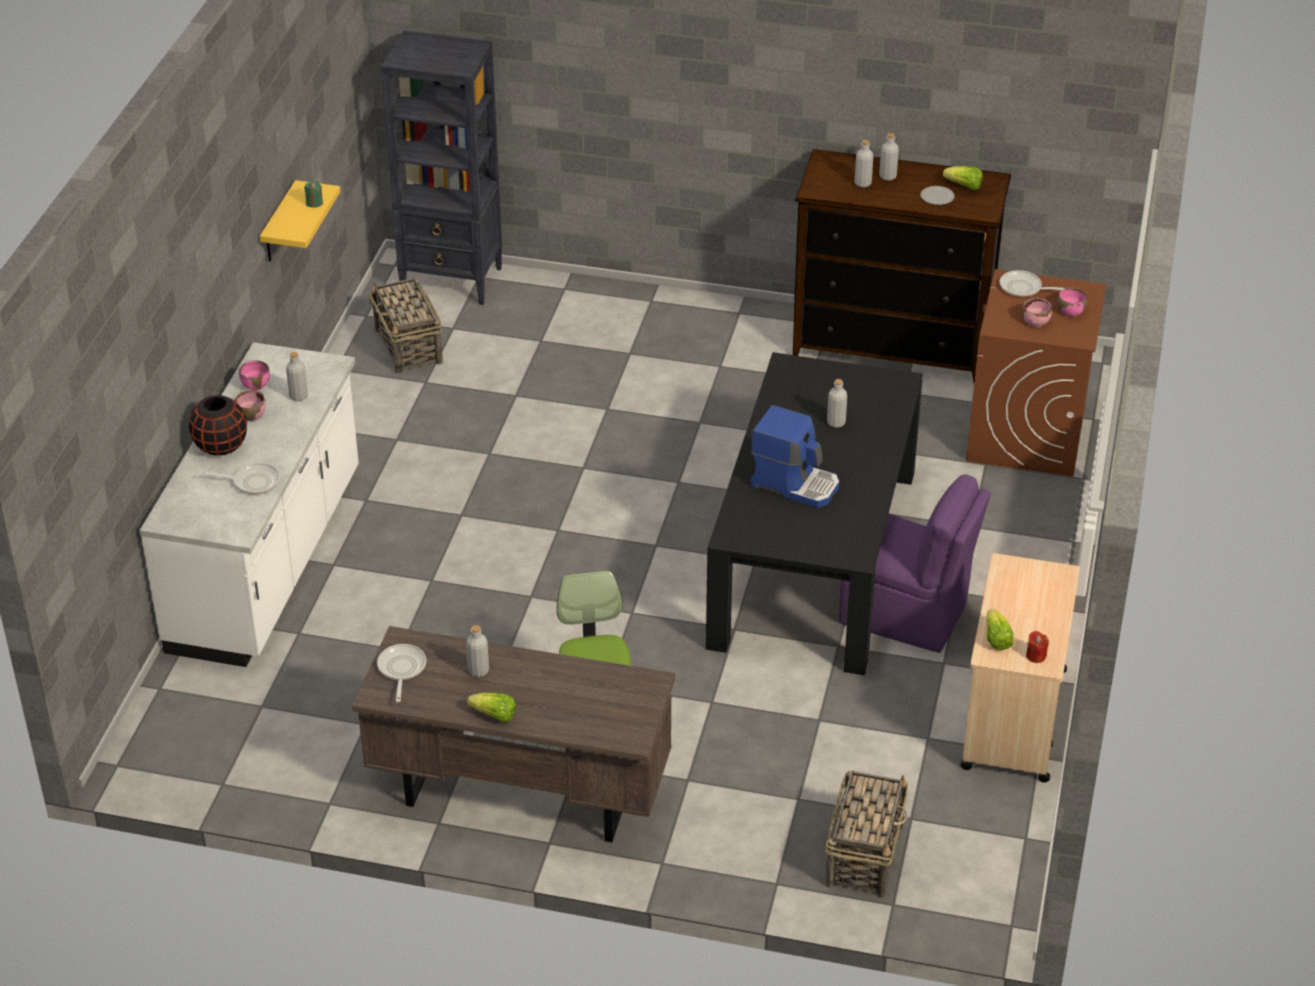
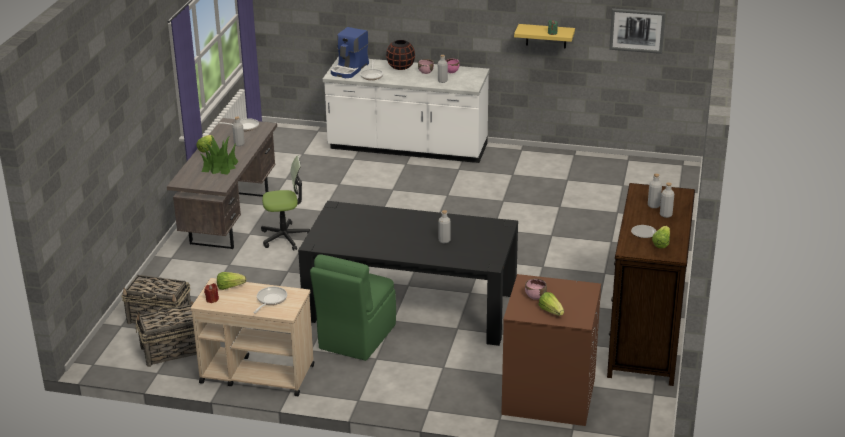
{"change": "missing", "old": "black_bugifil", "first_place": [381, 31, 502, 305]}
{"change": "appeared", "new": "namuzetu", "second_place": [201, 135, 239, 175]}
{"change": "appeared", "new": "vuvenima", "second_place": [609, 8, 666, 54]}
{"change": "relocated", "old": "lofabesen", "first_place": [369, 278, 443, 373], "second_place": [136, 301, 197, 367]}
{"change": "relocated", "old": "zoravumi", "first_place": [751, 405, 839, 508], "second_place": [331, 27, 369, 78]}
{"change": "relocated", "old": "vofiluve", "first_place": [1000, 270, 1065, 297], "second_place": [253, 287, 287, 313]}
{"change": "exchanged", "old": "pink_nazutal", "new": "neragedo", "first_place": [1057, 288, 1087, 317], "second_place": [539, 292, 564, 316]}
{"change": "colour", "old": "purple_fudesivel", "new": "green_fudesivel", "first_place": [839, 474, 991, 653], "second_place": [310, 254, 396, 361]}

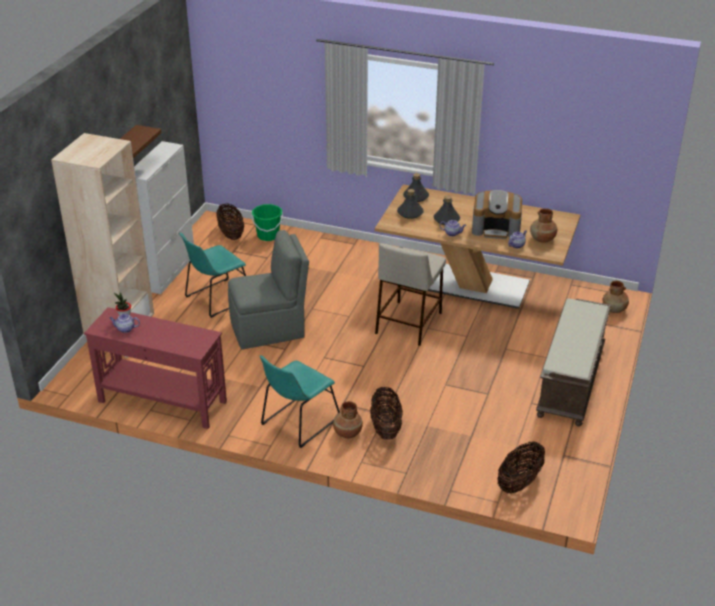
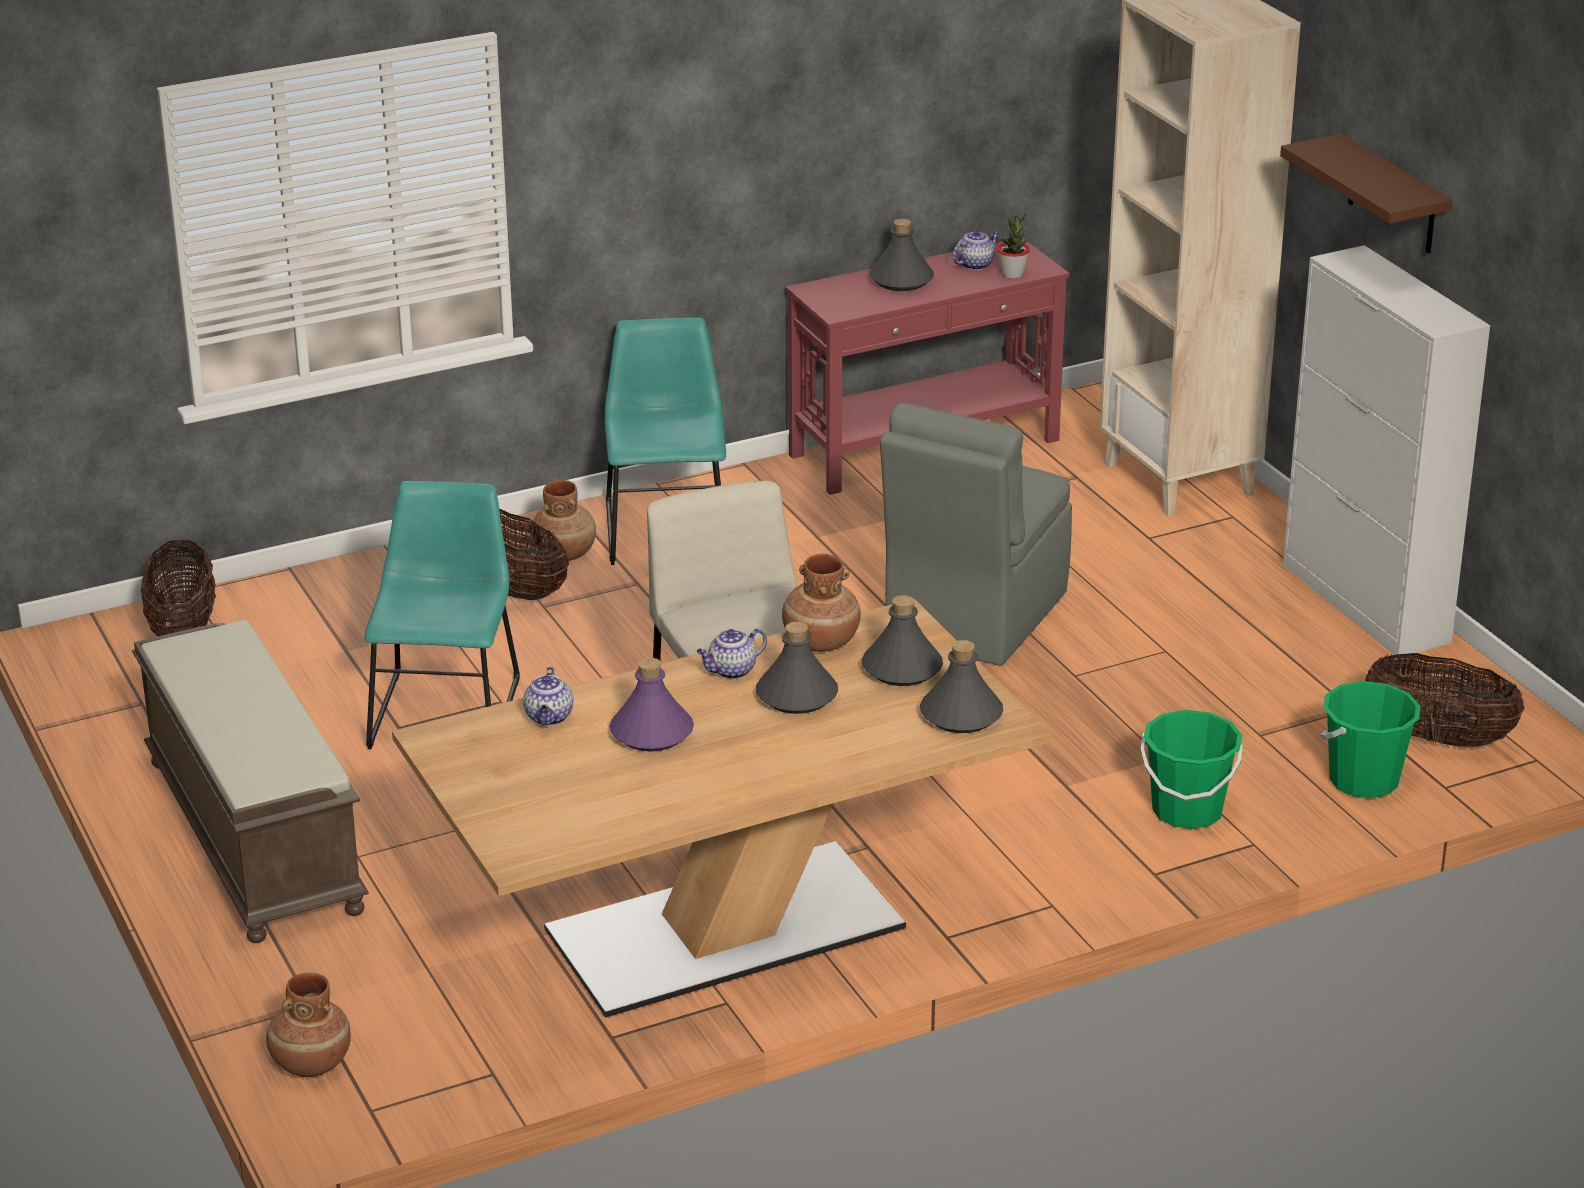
{"change": "appeared", "new": "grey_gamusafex", "second_place": [869, 219, 934, 291]}
{"change": "appeared", "new": "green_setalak", "second_place": [1141, 710, 1243, 829]}
{"change": "relocated", "old": "turquoise_fudesivel", "first_place": [179, 233, 246, 318], "second_place": [364, 481, 520, 749]}
{"change": "relocated", "old": "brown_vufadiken", "first_place": [530, 208, 557, 243], "second_place": [782, 553, 861, 652]}
{"change": "exchanged", "old": "zoravumi", "new": "purple_gamusafex", "first_place": [472, 190, 522, 239], "second_place": [610, 658, 694, 752]}

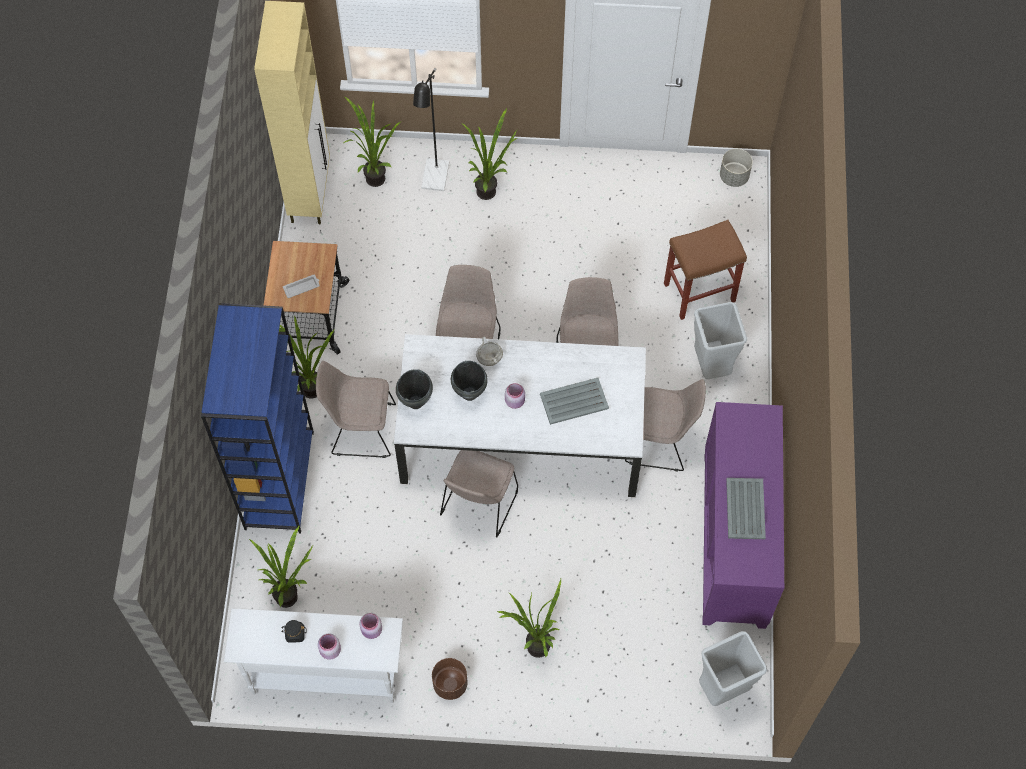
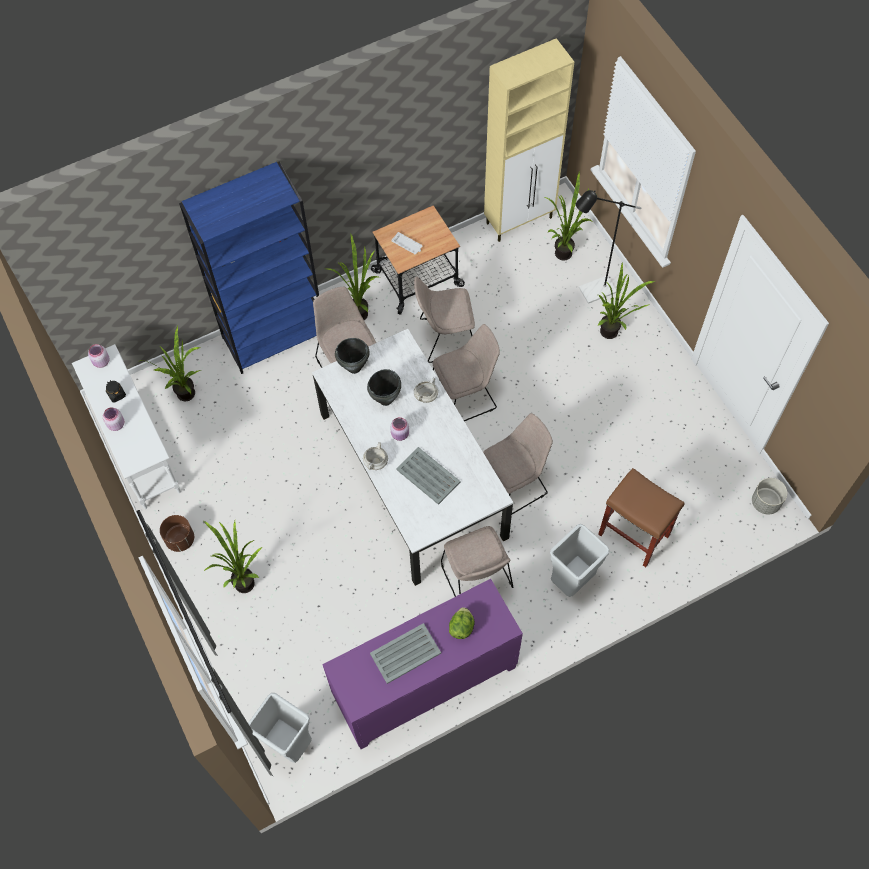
{"change": "appeared", "new": "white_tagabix", "second_place": [363, 442, 388, 470]}
{"change": "appeared", "new": "neragedo", "second_place": [449, 607, 475, 639]}
{"change": "relocated", "old": "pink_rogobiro", "first_place": [360, 613, 382, 639], "second_place": [88, 344, 110, 368]}
{"change": "relocated", "old": "beige_fudesivel", "first_place": [440, 450, 518, 537], "second_place": [414, 276, 475, 363]}

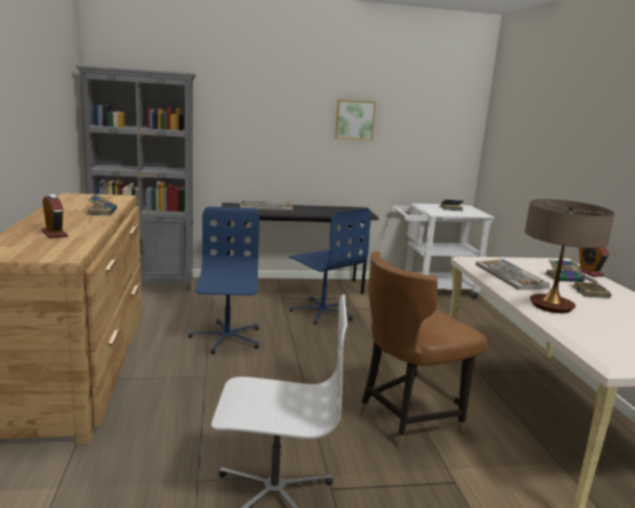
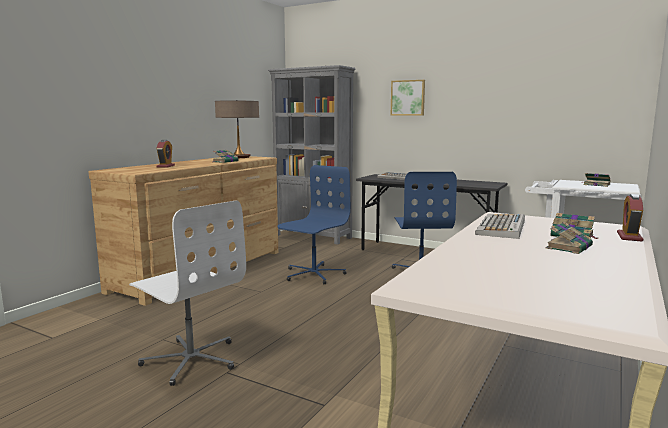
{"change": "missing", "old": "brown_fudesivel", "first_place": [359, 252, 487, 449]}
{"change": "relocated", "old": "vuvenima", "first_place": [335, 99, 376, 140], "second_place": [391, 80, 425, 115]}
{"change": "relocated", "old": "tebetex", "first_place": [525, 199, 615, 313], "second_place": [215, 100, 259, 158]}

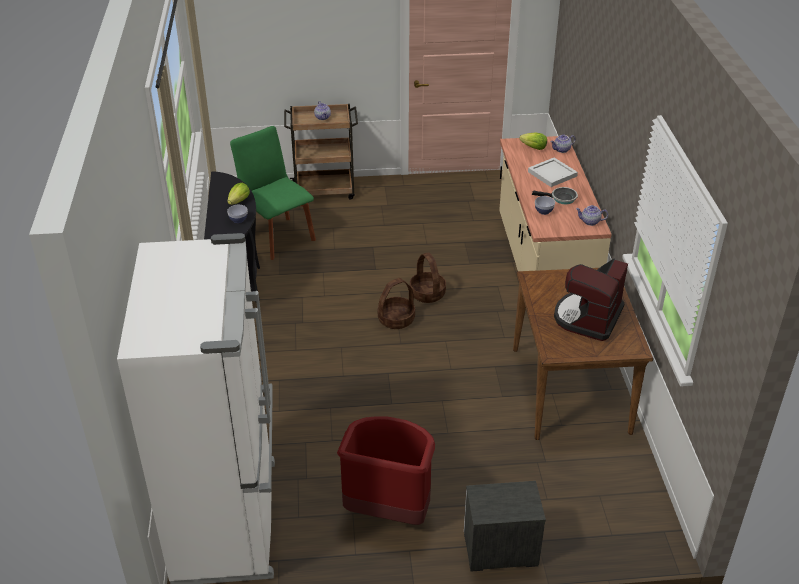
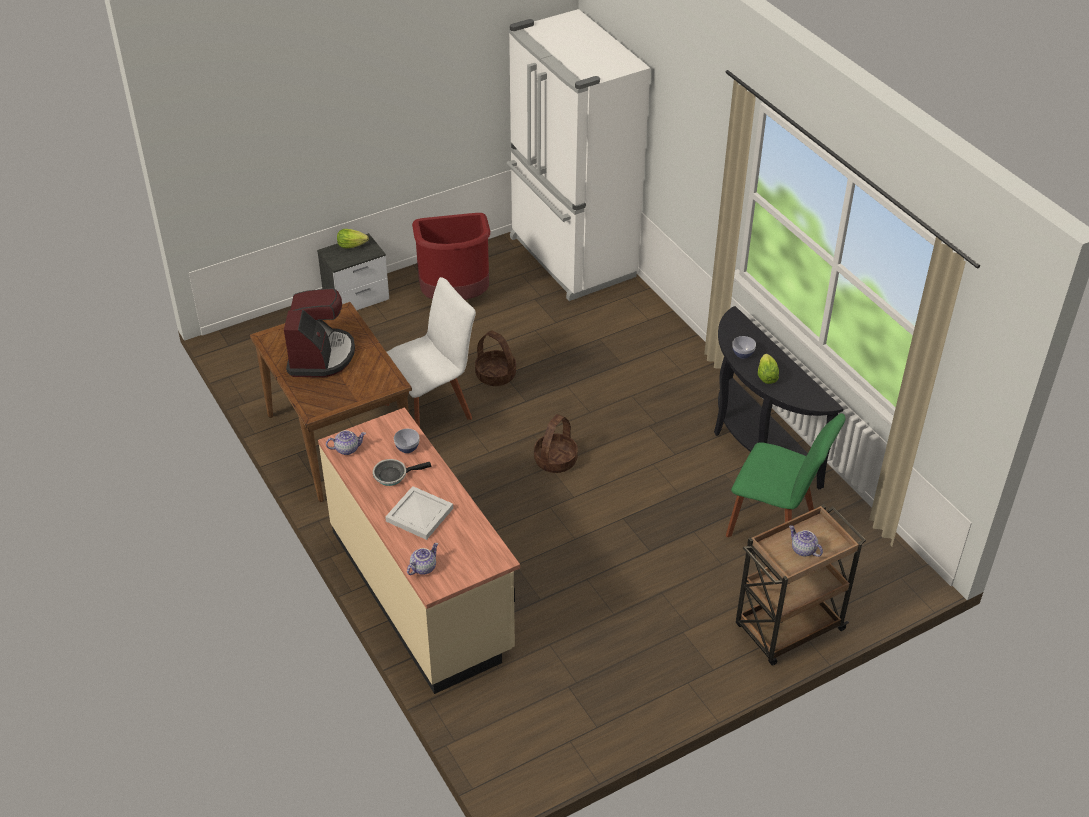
{"change": "appeared", "new": "white_fudesivel", "second_place": [386, 277, 476, 427]}
{"change": "relocated", "old": "lofabesen", "first_place": [410, 252, 446, 303], "second_place": [475, 330, 516, 386]}
{"change": "relocated", "old": "neragedo", "first_place": [519, 132, 547, 150], "second_place": [337, 229, 369, 248]}

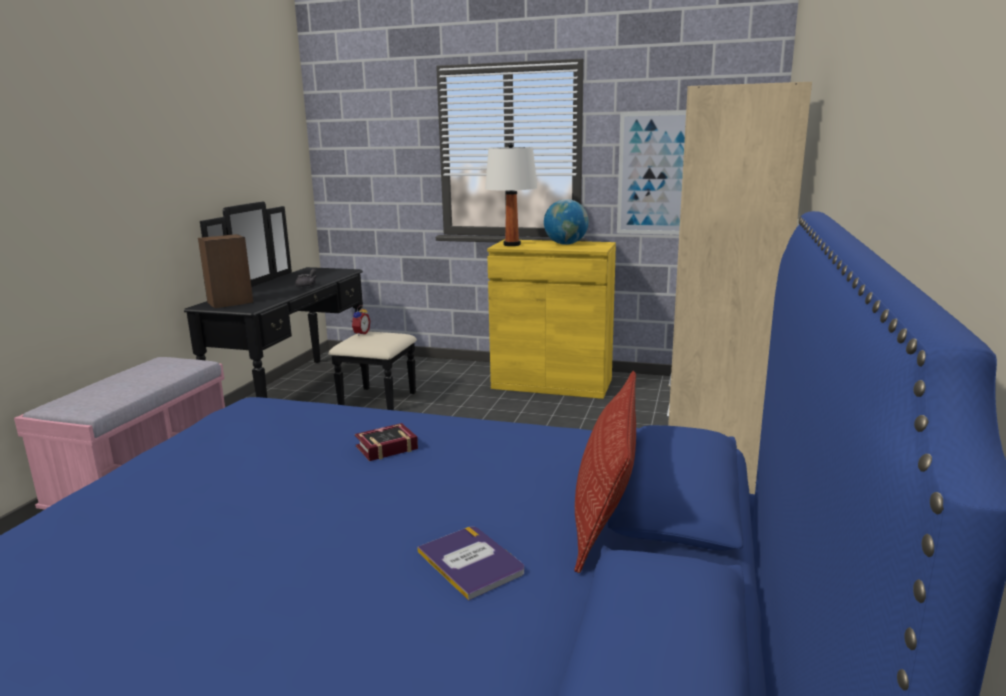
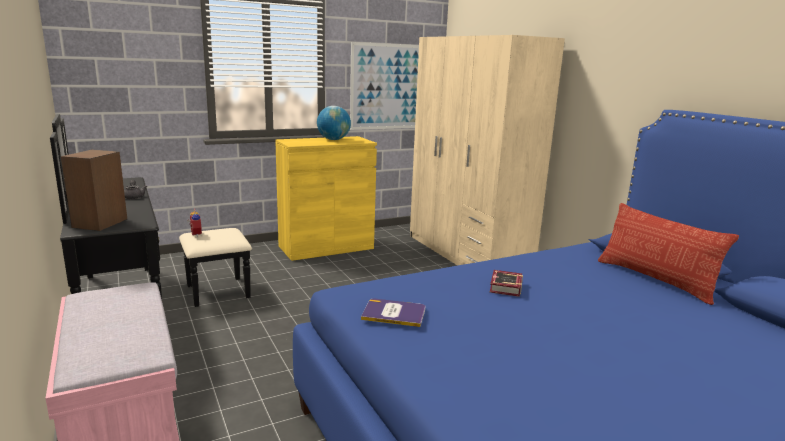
{"change": "missing", "old": "white_tebetex", "first_place": [485, 143, 537, 246]}
{"change": "relocated", "old": "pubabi", "first_place": [417, 526, 524, 600], "second_place": [361, 299, 425, 327]}

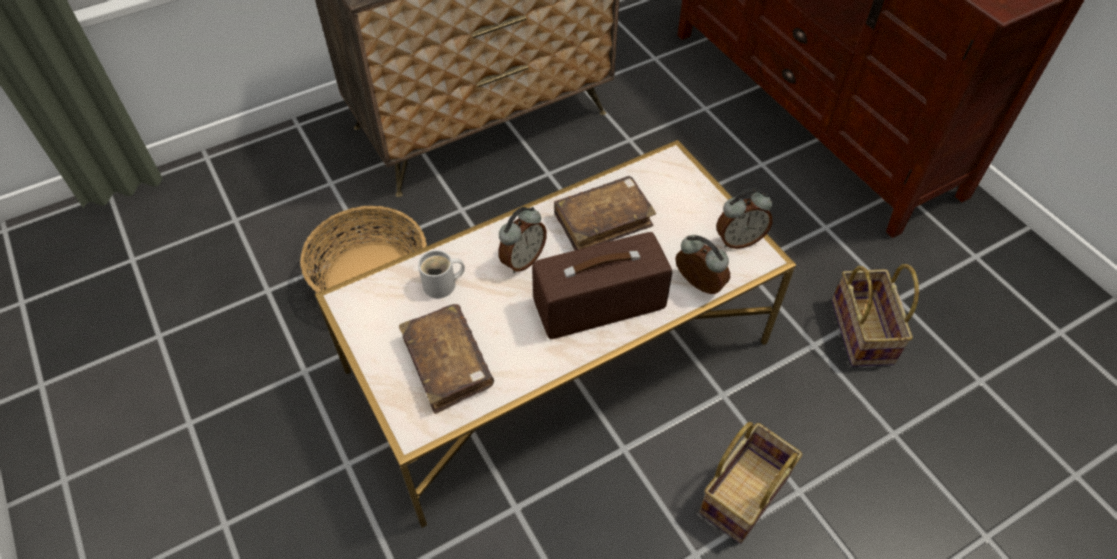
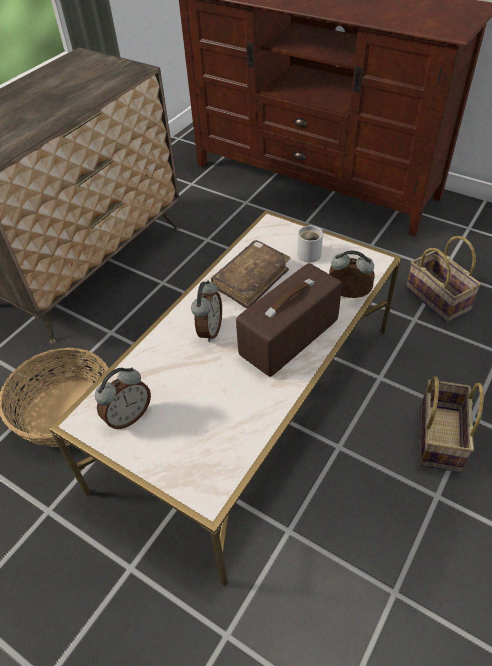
{"change": "missing", "old": "brown_pubabi", "first_place": [399, 304, 494, 414]}
{"change": "relocated", "old": "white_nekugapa", "first_place": [418, 250, 465, 298], "second_place": [297, 226, 323, 263]}
{"change": "relocated", "old": "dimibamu", "first_place": [716, 188, 773, 249], "second_place": [95, 367, 151, 430]}

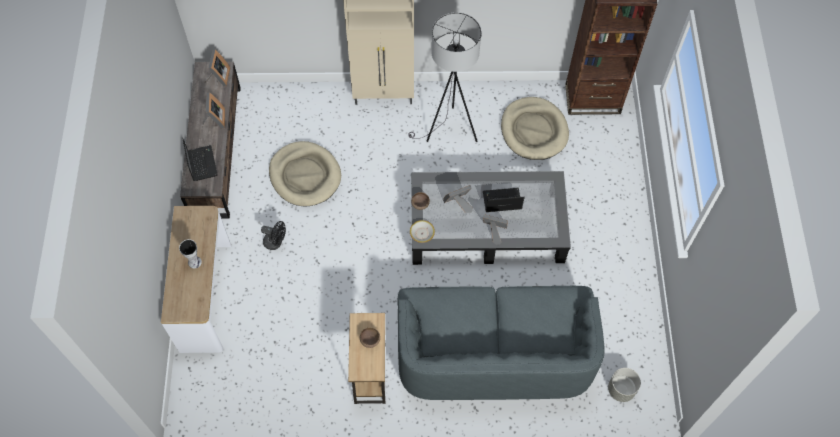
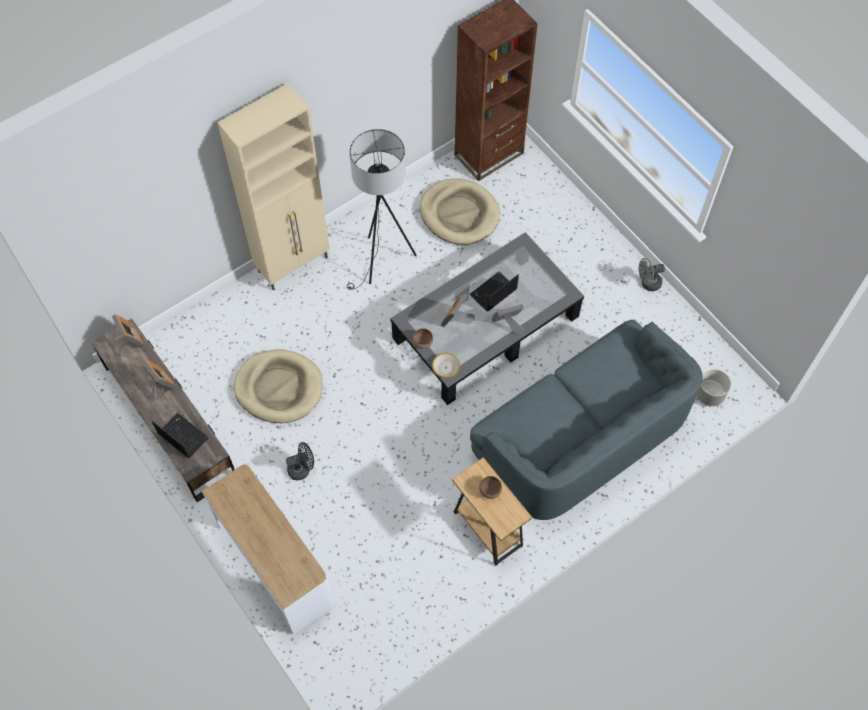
{"change": "missing", "old": "vufadiken", "first_place": [179, 239, 202, 268]}
{"change": "appeared", "new": "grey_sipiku", "second_place": [639, 258, 665, 291]}

